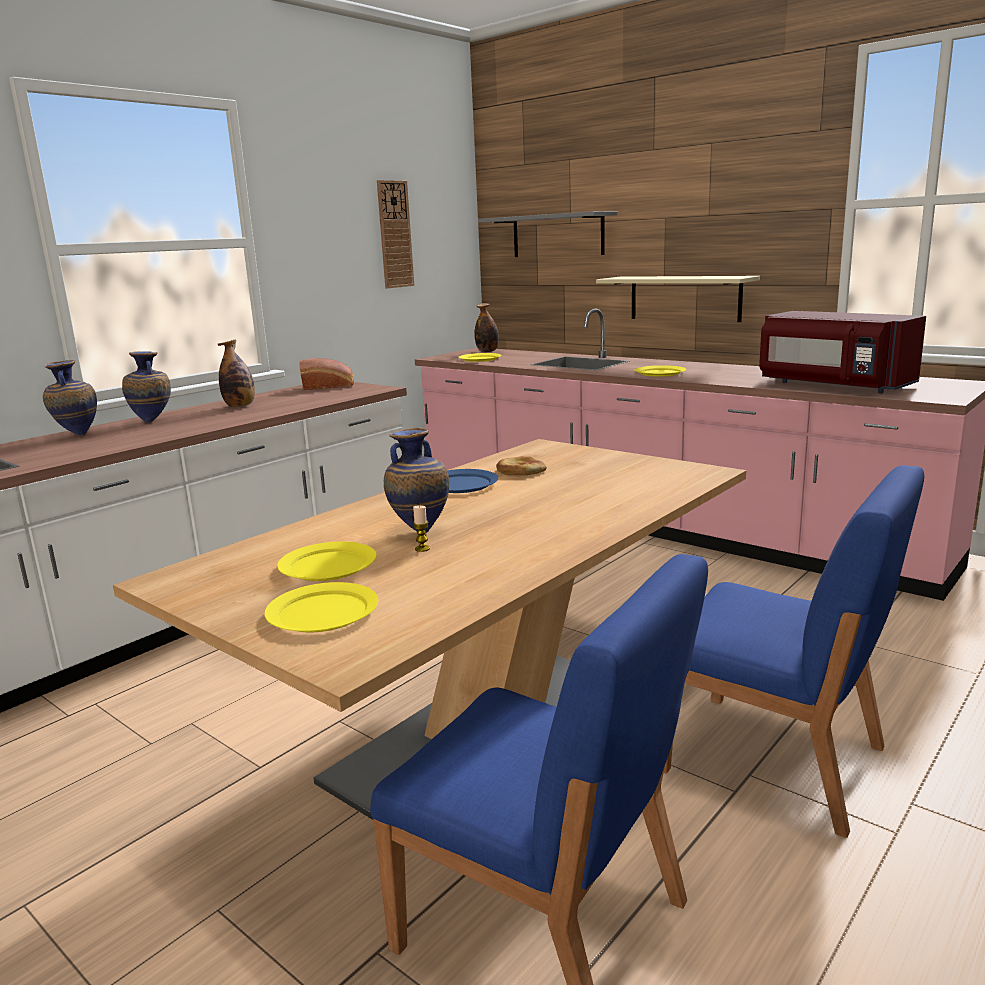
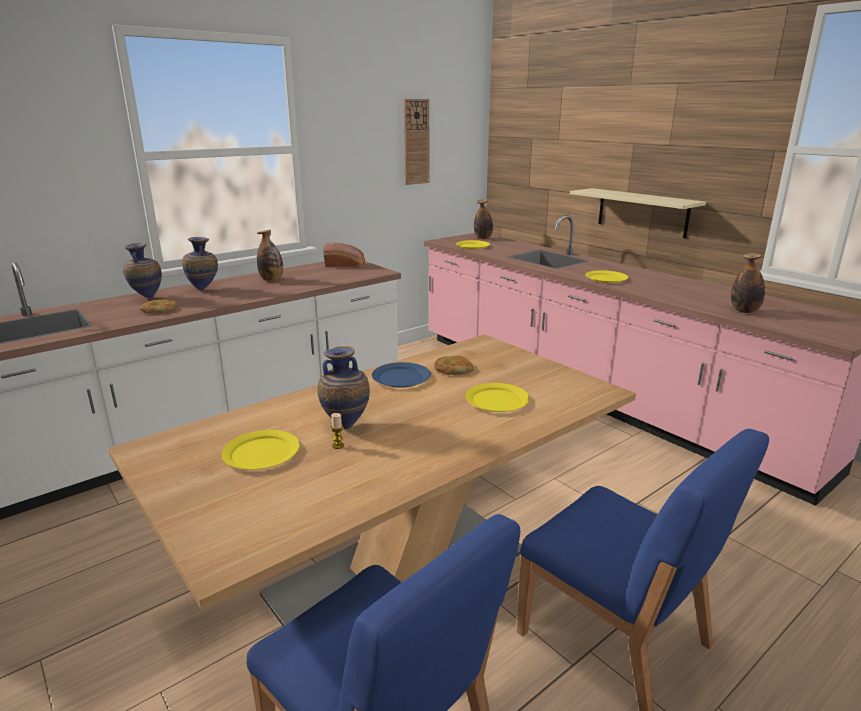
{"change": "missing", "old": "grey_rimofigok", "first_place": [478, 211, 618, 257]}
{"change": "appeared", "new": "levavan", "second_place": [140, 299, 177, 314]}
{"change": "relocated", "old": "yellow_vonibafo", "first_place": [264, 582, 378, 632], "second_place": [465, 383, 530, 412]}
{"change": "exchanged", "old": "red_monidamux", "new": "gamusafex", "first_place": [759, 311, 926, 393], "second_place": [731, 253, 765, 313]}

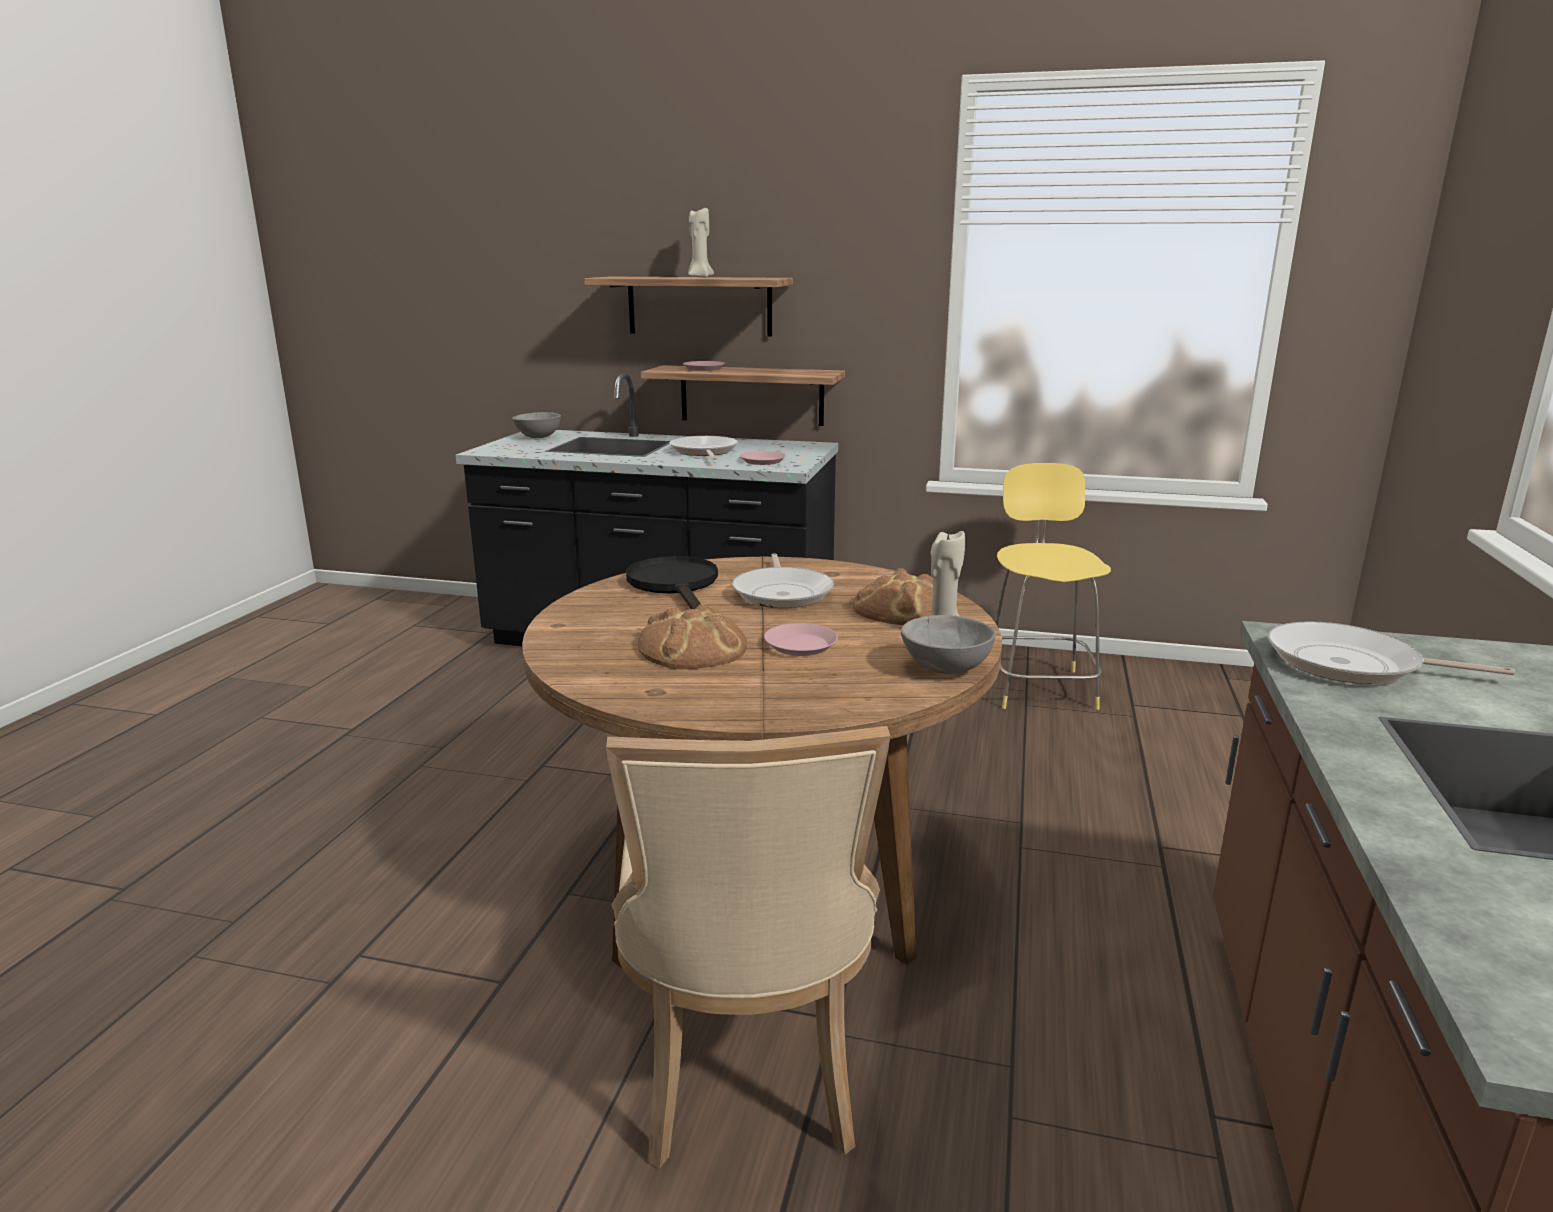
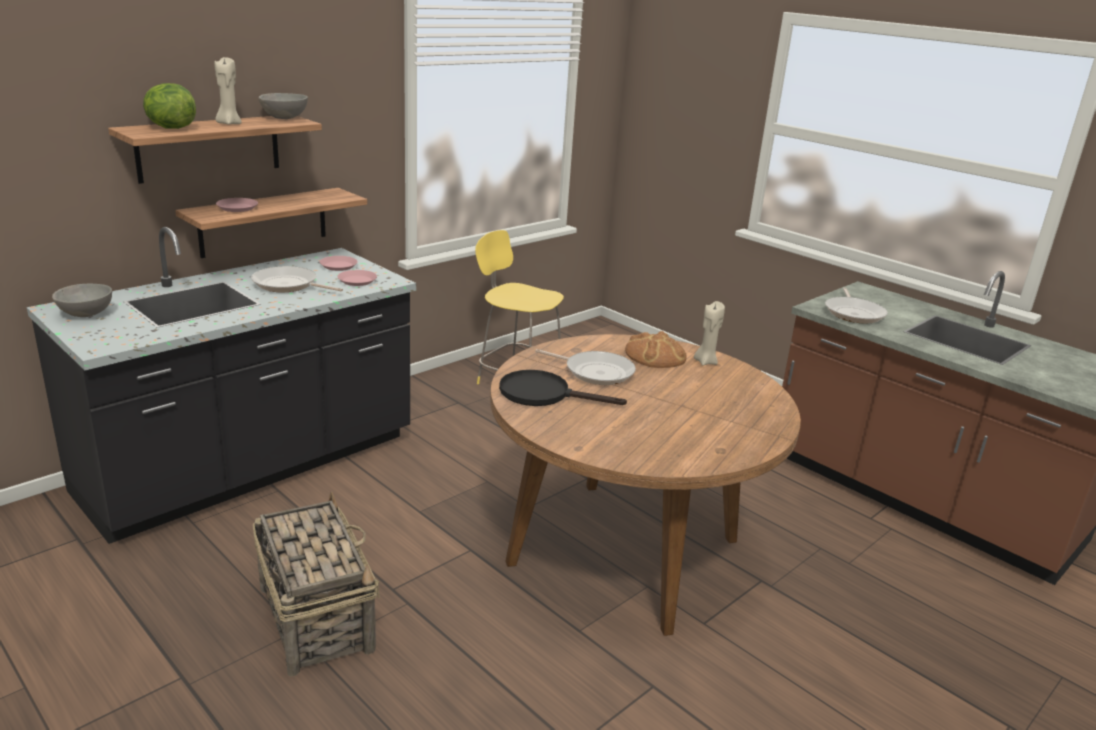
{"change": "missing", "old": "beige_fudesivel", "first_place": [606, 726, 891, 1168]}
{"change": "missing", "old": "levavan", "first_place": [638, 604, 747, 669]}
{"change": "appeared", "new": "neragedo", "second_place": [143, 83, 196, 129]}
{"change": "appeared", "new": "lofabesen", "second_place": [252, 492, 380, 677]}
{"change": "relocated", "old": "pink_vonibafo", "first_place": [764, 623, 838, 656], "second_place": [320, 256, 358, 271]}
{"change": "relocated", "old": "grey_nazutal", "first_place": [901, 615, 996, 674], "second_place": [258, 93, 308, 119]}
{"change": "spun", "old": "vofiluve", "first_place": [1268, 621, 1515, 684], "second_place": [825, 288, 888, 323], "degrees": -45}

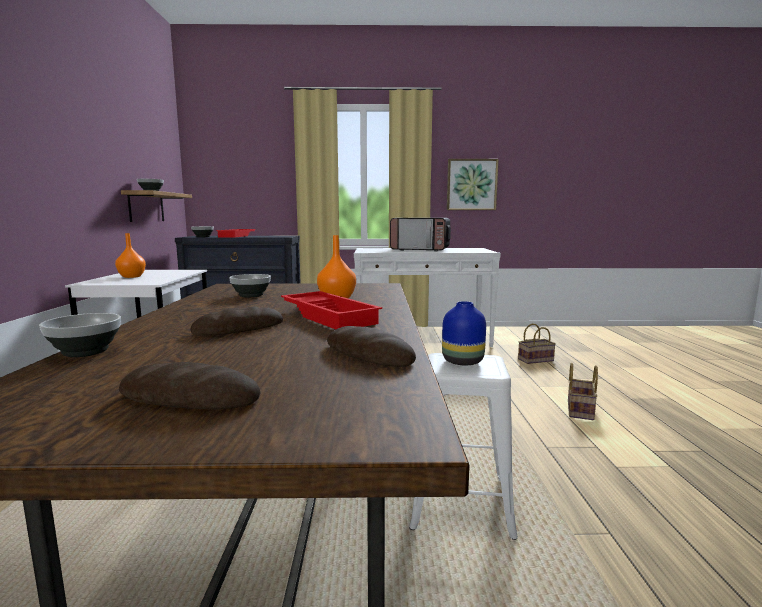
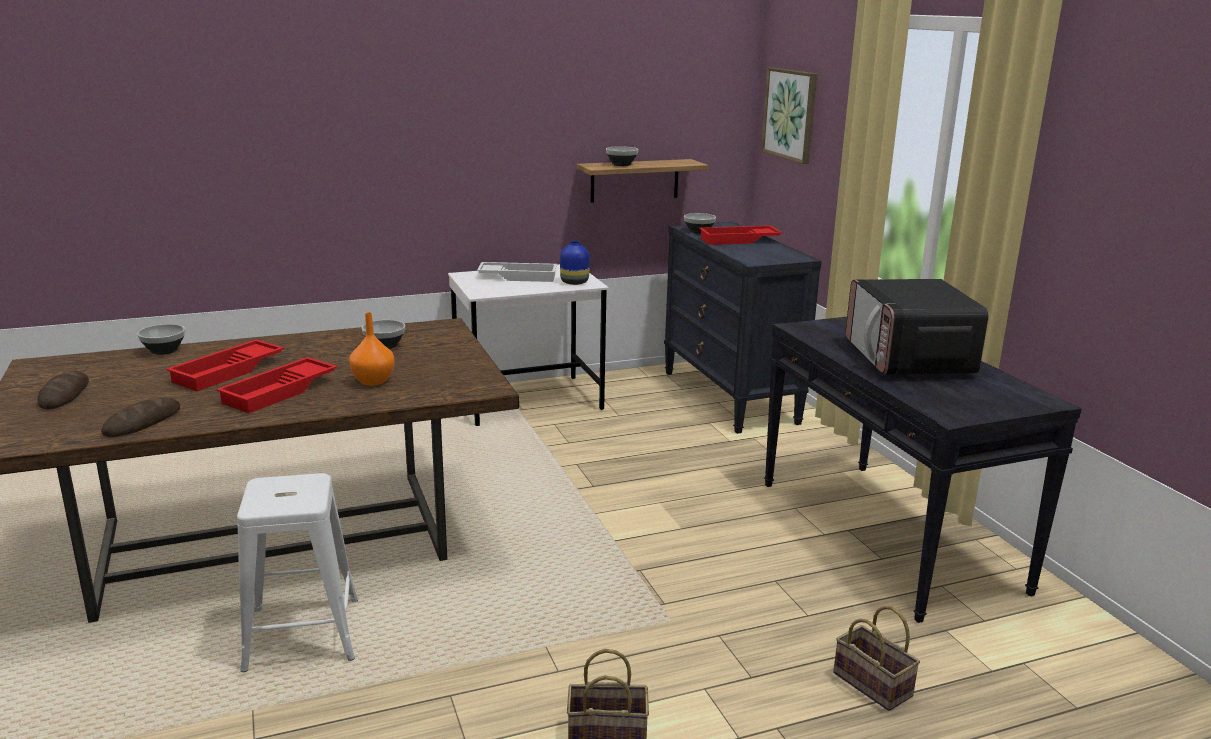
{"change": "relocated", "old": "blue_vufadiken", "first_place": [442, 301, 486, 365], "second_place": [560, 241, 590, 285]}
{"change": "relocated", "old": "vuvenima", "first_place": [447, 159, 499, 210], "second_place": [761, 67, 817, 164]}
{"change": "exchanged", "old": "orange_vufadiken", "new": "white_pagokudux", "first_place": [115, 233, 146, 278], "second_place": [477, 262, 557, 282]}
{"change": "exchanged", "old": "levavan", "new": "red_pagokudux", "first_place": [190, 307, 283, 336], "second_place": [166, 339, 284, 391]}
{"change": "colour", "old": "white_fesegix", "new": "black_fesegix", "first_place": [354, 248, 501, 347], "second_place": [764, 317, 1081, 623]}

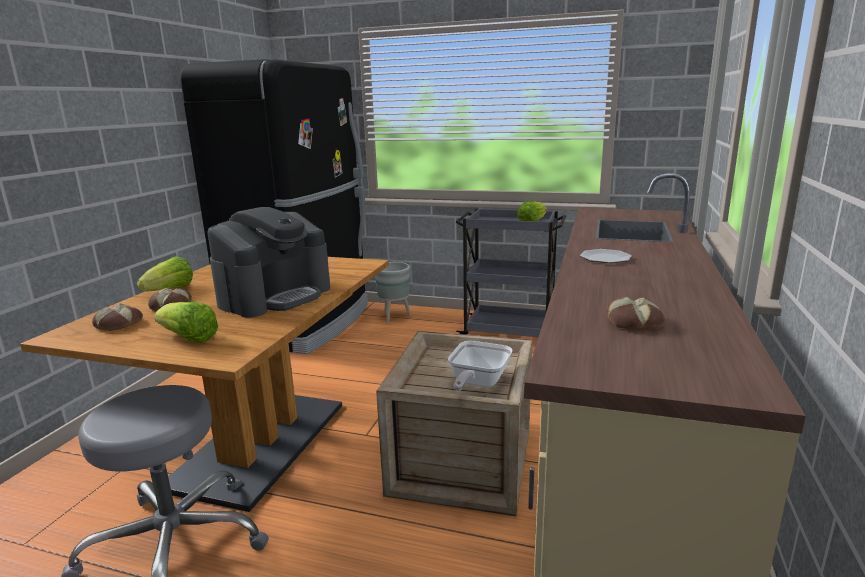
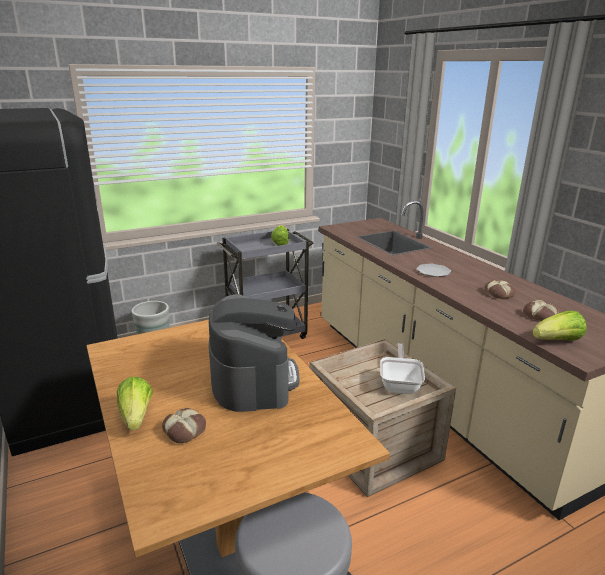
{"change": "relocated", "old": "levavan", "first_place": [92, 304, 143, 331], "second_place": [484, 280, 516, 299]}
{"change": "relocated", "old": "neragedo", "first_place": [154, 302, 218, 343], "second_place": [532, 311, 587, 341]}
{"change": "spun", "old": "vofiluve", "first_place": [448, 341, 513, 391], "second_place": [381, 343, 425, 394], "degrees": -150}

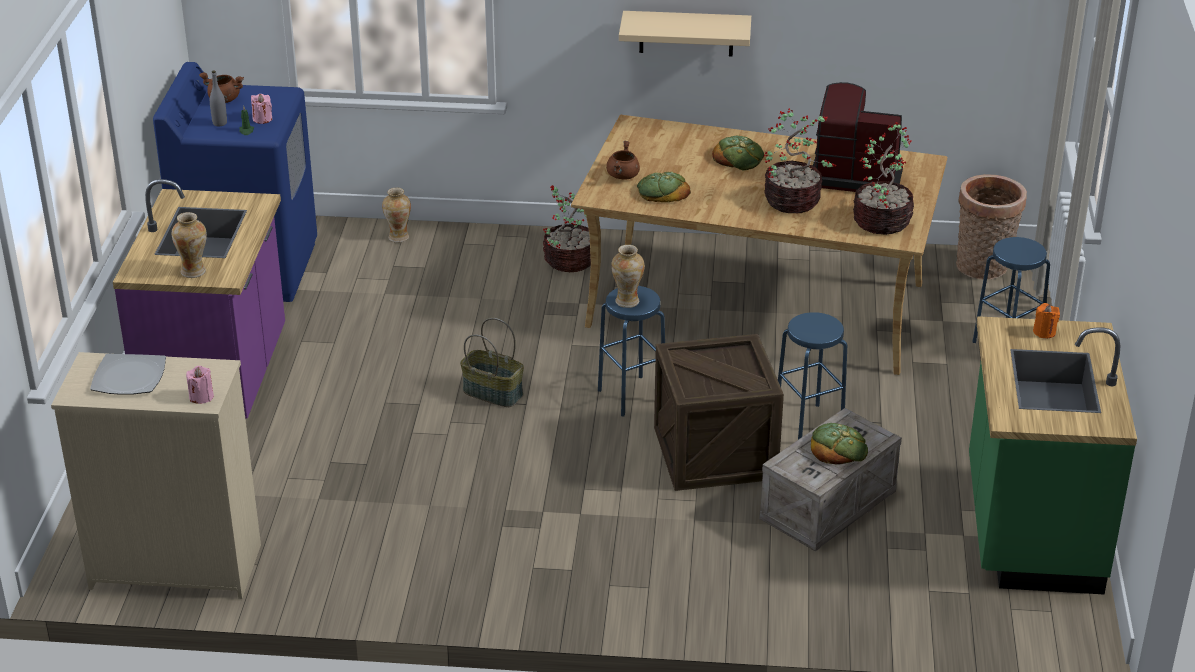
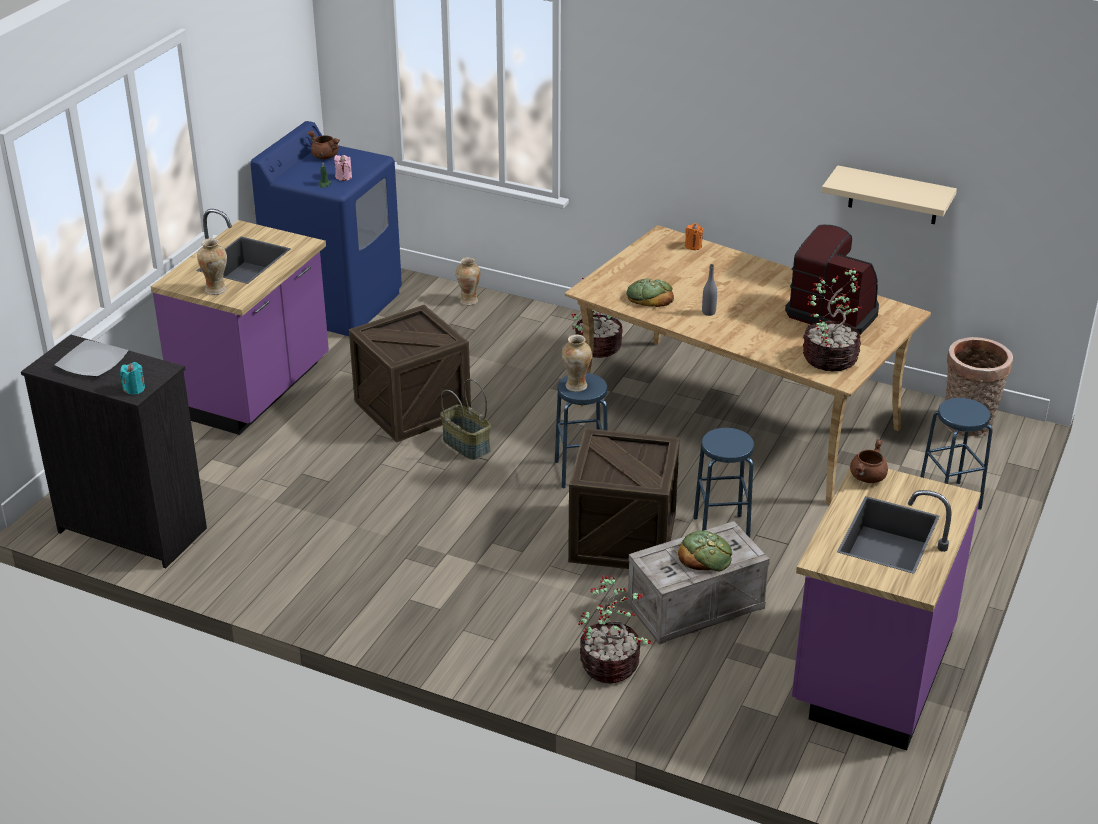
{"change": "missing", "old": "levavan", "first_place": [712, 136, 764, 170]}
{"change": "appeared", "new": "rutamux", "second_place": [349, 305, 471, 442]}
{"change": "relocated", "old": "grey_gamusafex", "first_place": [210, 71, 227, 126], "second_place": [702, 264, 717, 316]}
{"change": "relocated", "old": "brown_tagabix", "first_place": [606, 140, 640, 180], "second_place": [850, 439, 888, 483]}
{"change": "relocated", "old": "beige_rimofigok", "first_place": [619, 11, 751, 57], "second_place": [822, 165, 957, 224]}
{"change": "relocated", "old": "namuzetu", "first_place": [764, 108, 836, 213], "second_place": [578, 575, 652, 684]}
{"change": "relocated", "old": "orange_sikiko", "first_place": [1033, 303, 1060, 338], "second_place": [685, 223, 704, 250]}
{"change": "colour", "old": "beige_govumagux", "new": "black_govumagux", "first_place": [51, 352, 261, 599], "second_place": [21, 335, 207, 568]}
{"change": "colour", "old": "pink_sikiko", "new": "turquoise_sikiko", "first_place": [186, 366, 214, 404], "second_place": [120, 362, 145, 395]}
{"change": "colour", "old": "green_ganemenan", "new": "purple_ganemenan", "first_place": [969, 316, 1137, 595], "second_place": [792, 468, 981, 750]}

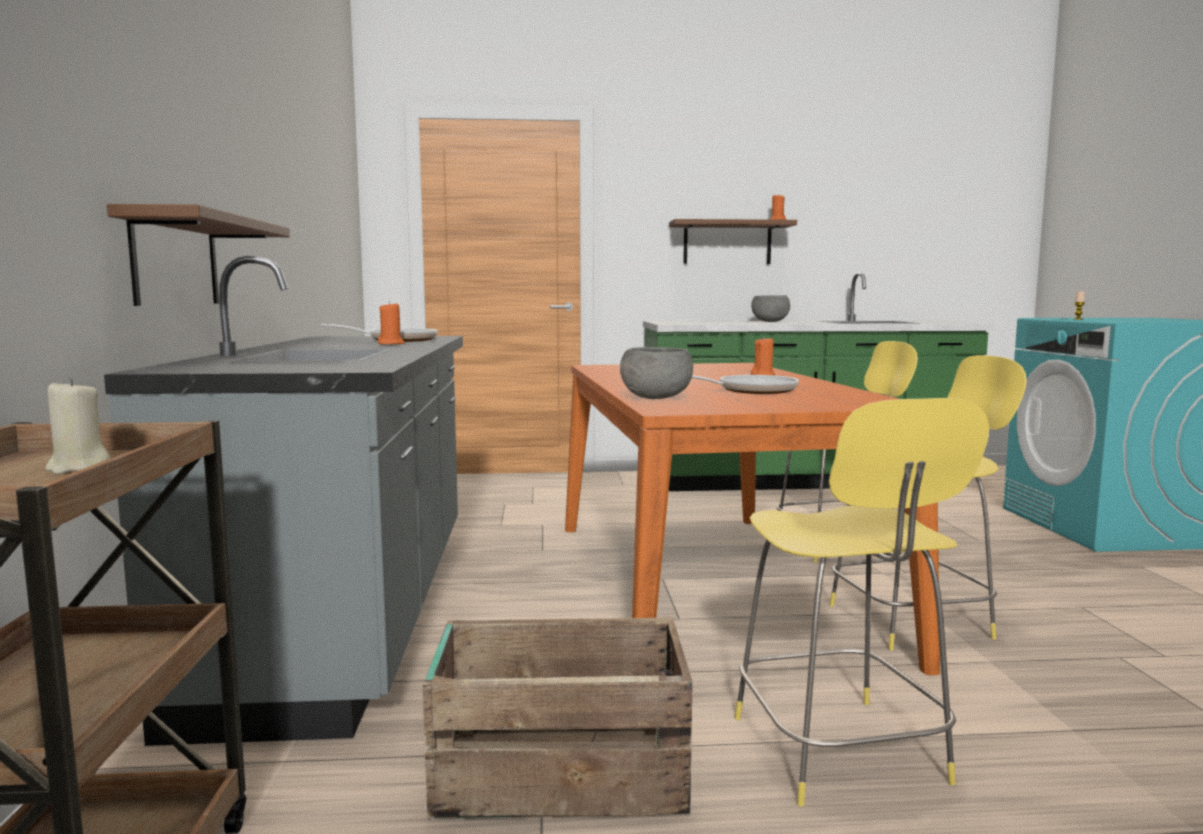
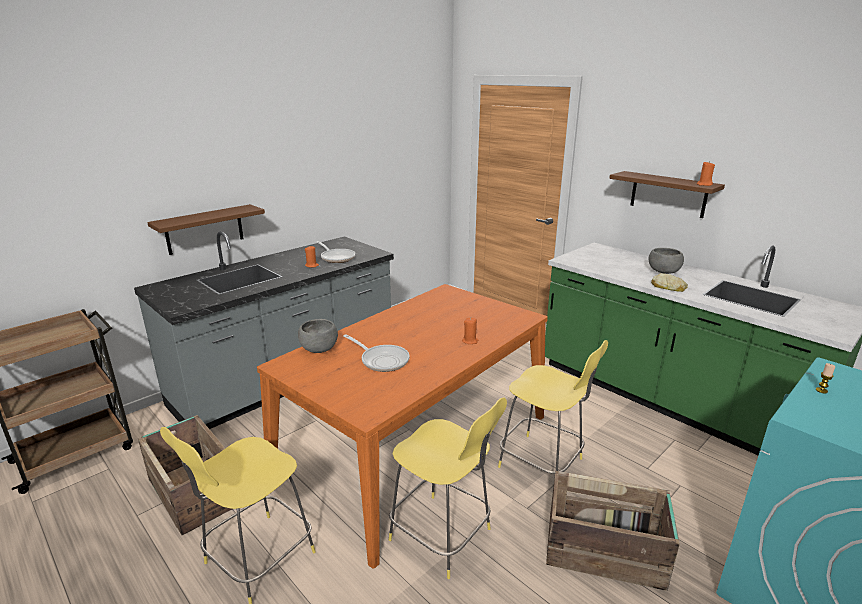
{"change": "missing", "old": "beige_sikiko", "first_place": [45, 378, 110, 474]}
{"change": "appeared", "new": "rutamux", "second_place": [546, 471, 680, 591]}
{"change": "appeared", "new": "levavan", "second_place": [651, 273, 688, 292]}

